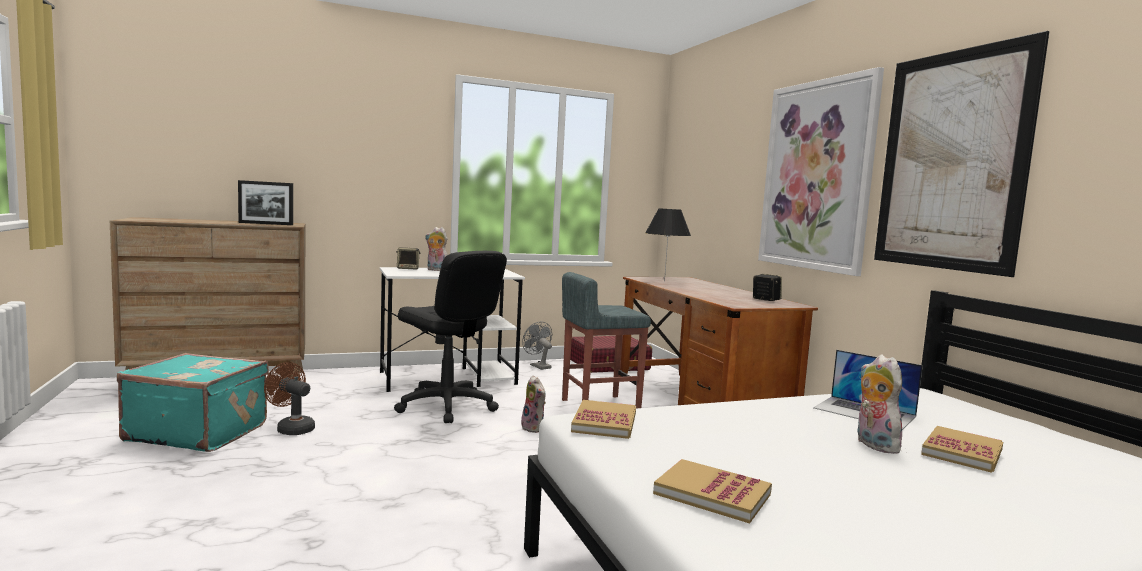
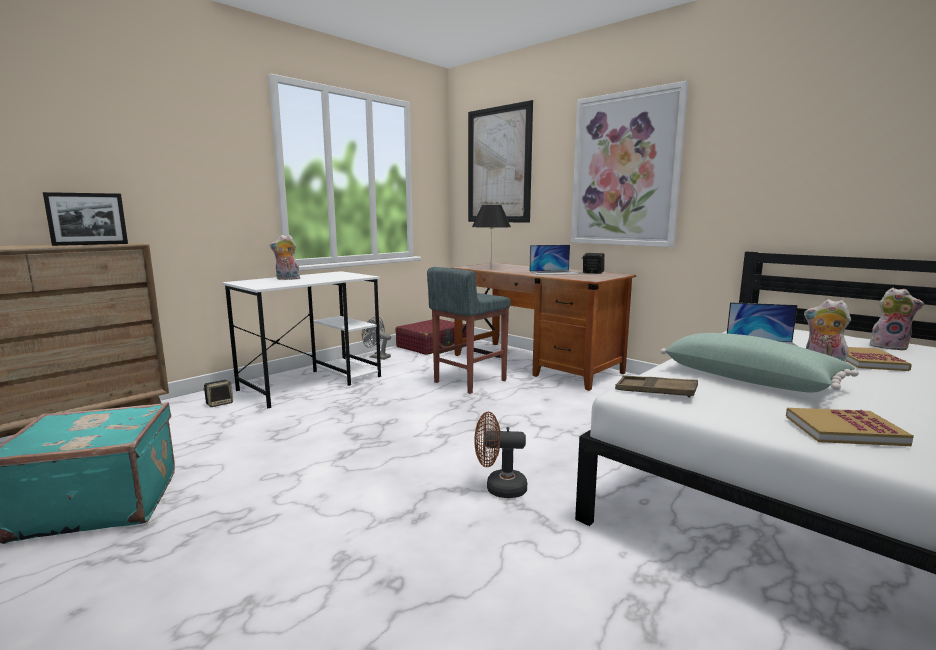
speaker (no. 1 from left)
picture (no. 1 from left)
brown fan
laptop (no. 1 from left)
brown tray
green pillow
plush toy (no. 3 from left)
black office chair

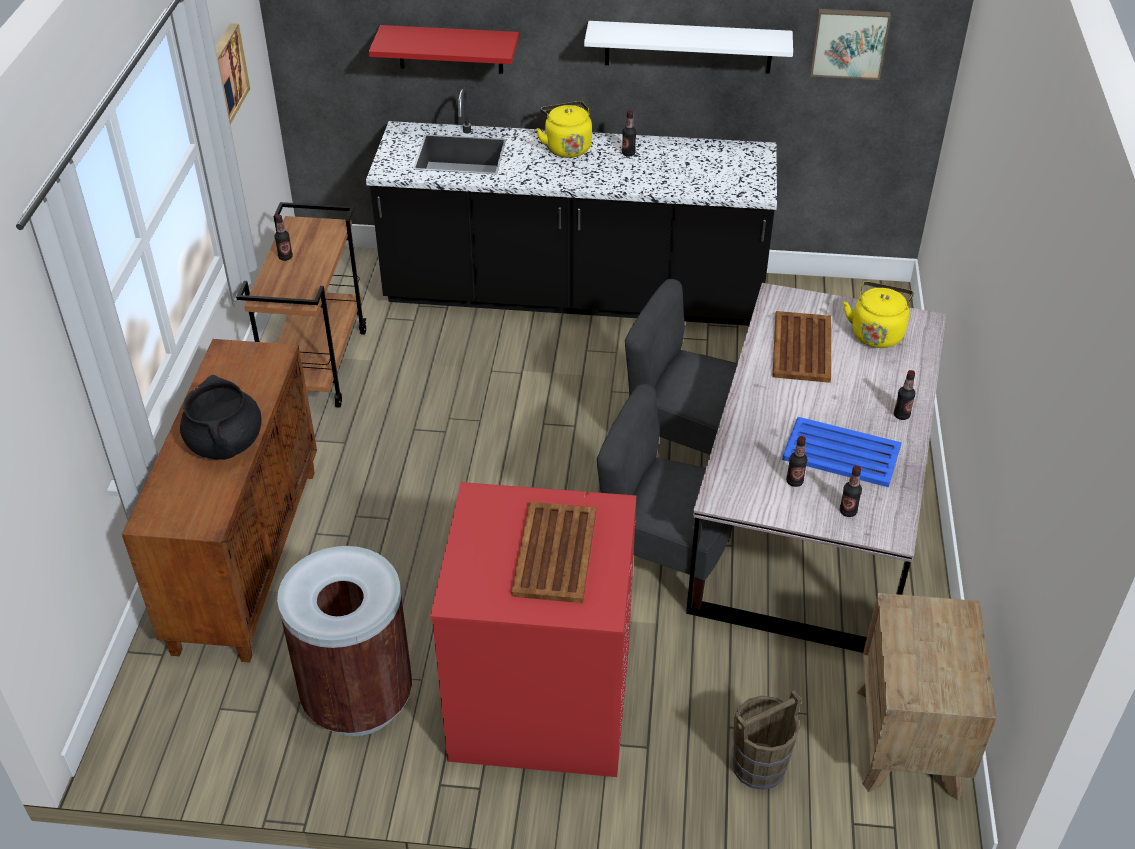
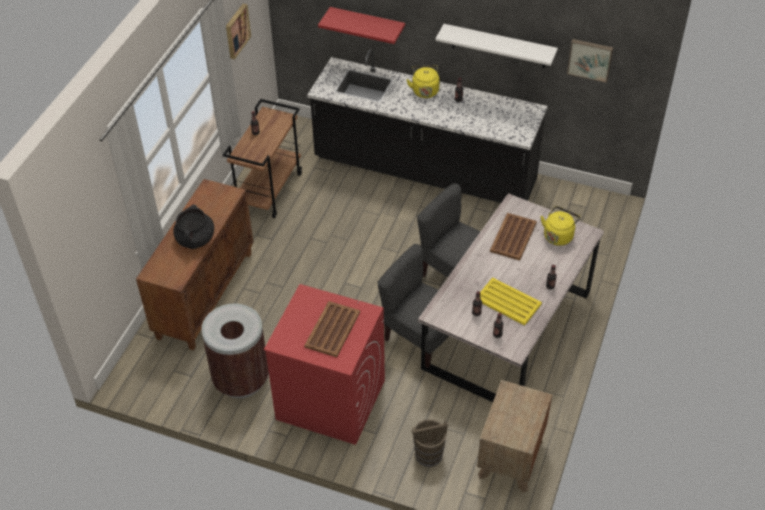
yellow tray

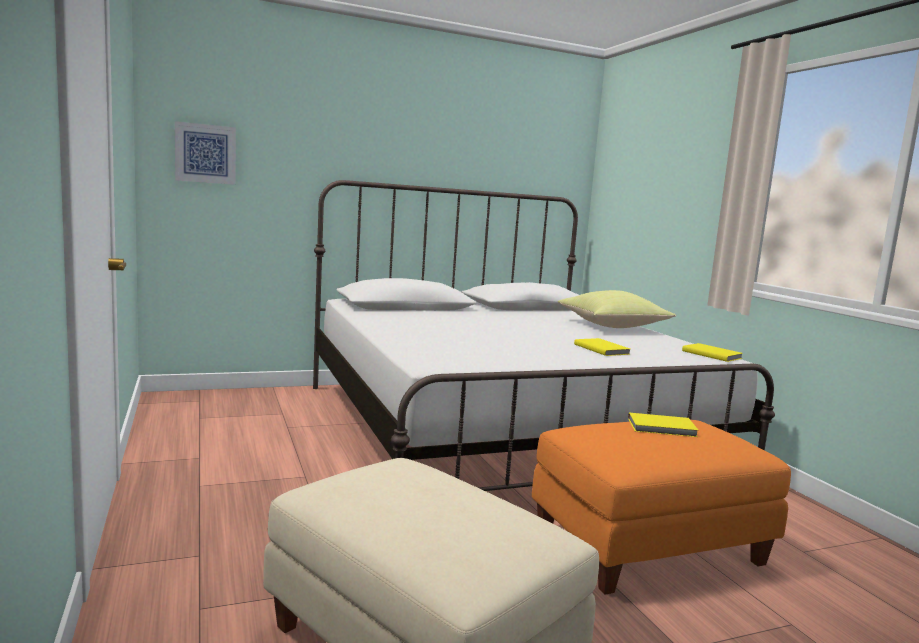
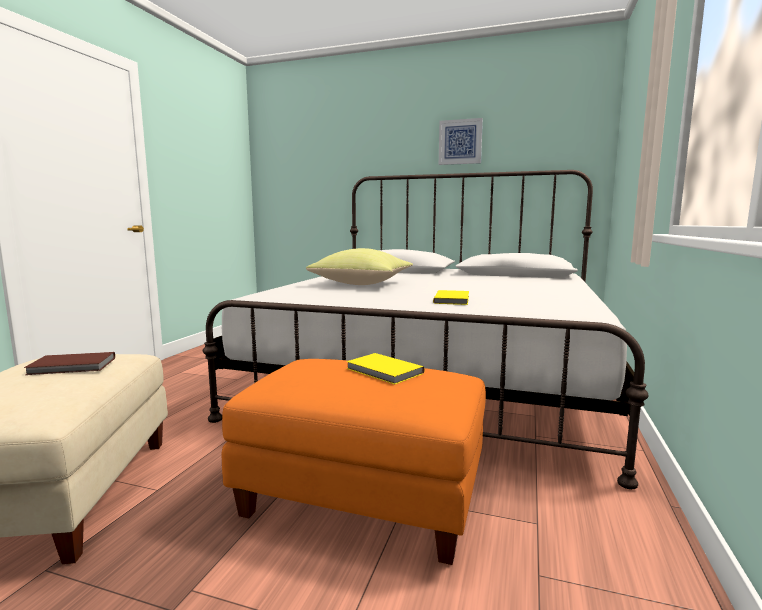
brown book
yellow pillow
picture
yellow book (no. 3 from left in the first image)

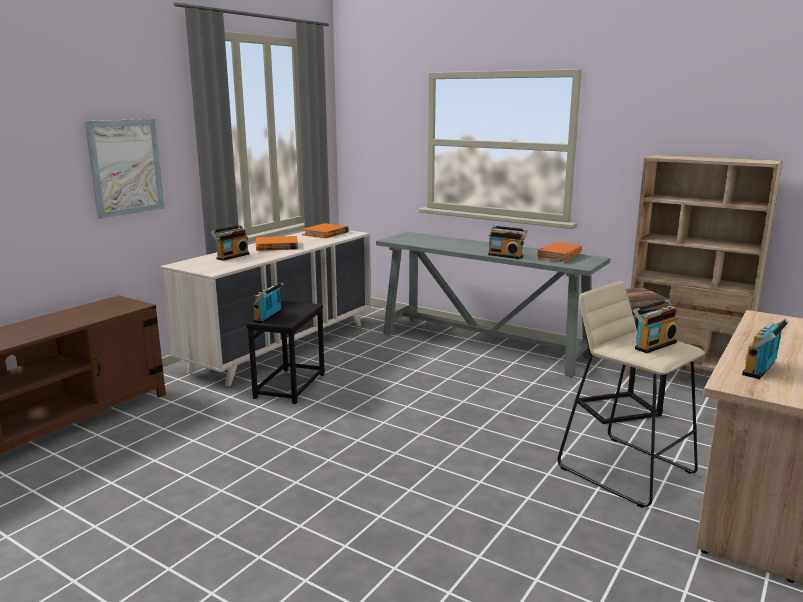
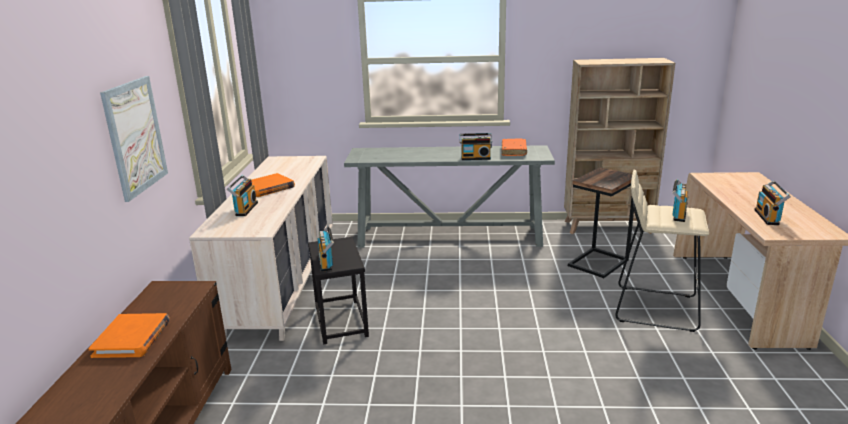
orange book (no. 1 from left)

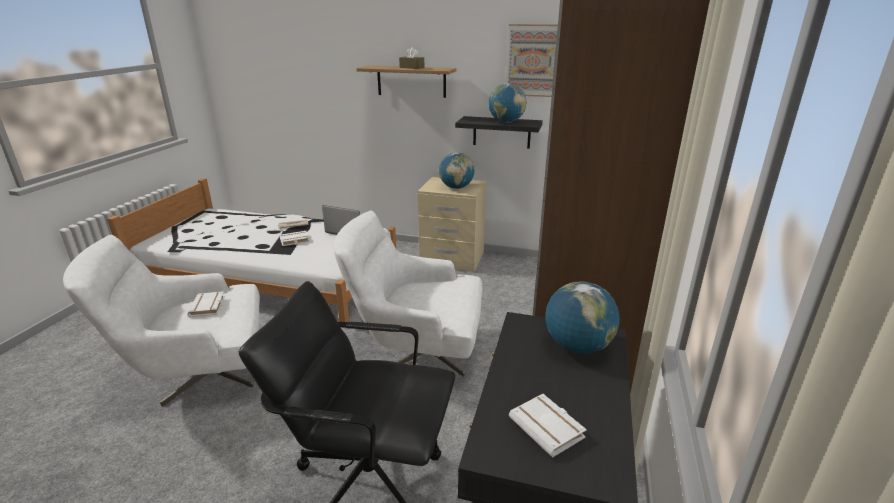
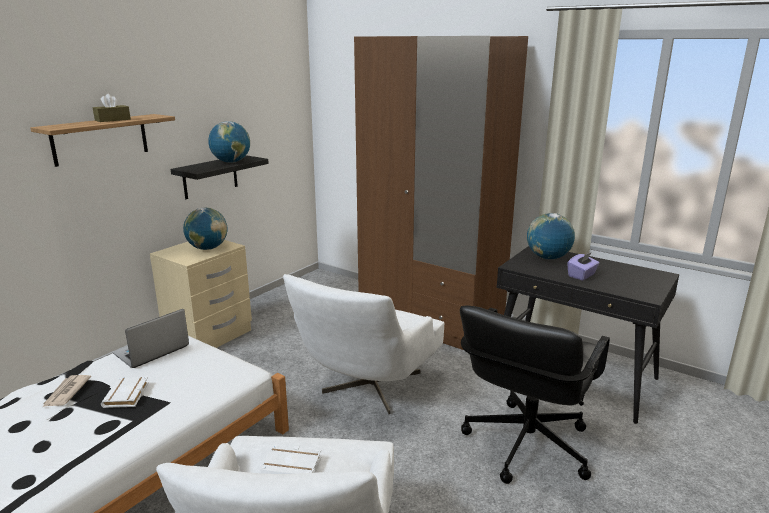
purple tissue box
picture
white book (no. 3 from left in the first image)

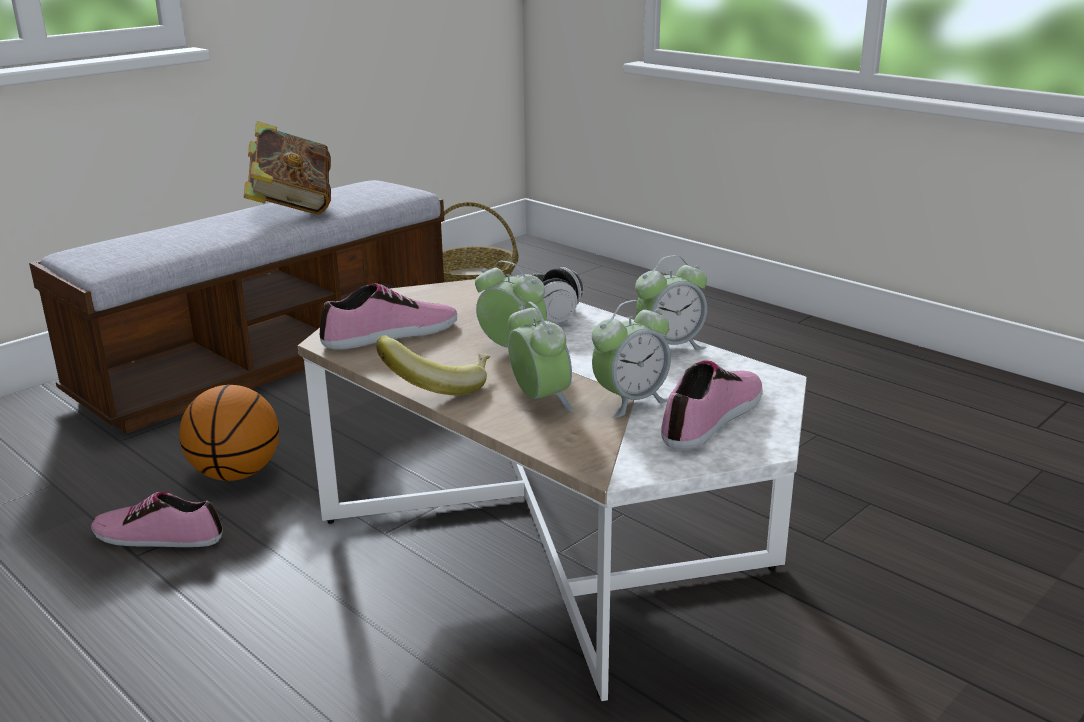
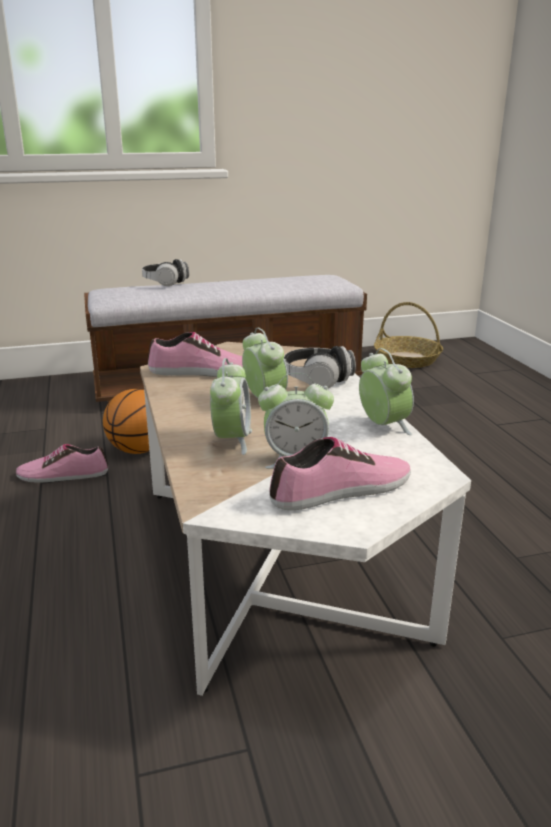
shoe (no. 1 from left)
headphones (no. 1 from left)
alarm clock (no. 4 from left)
book
banana

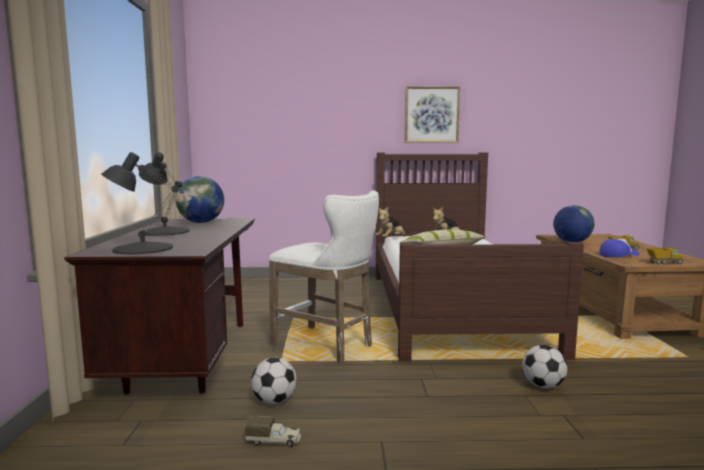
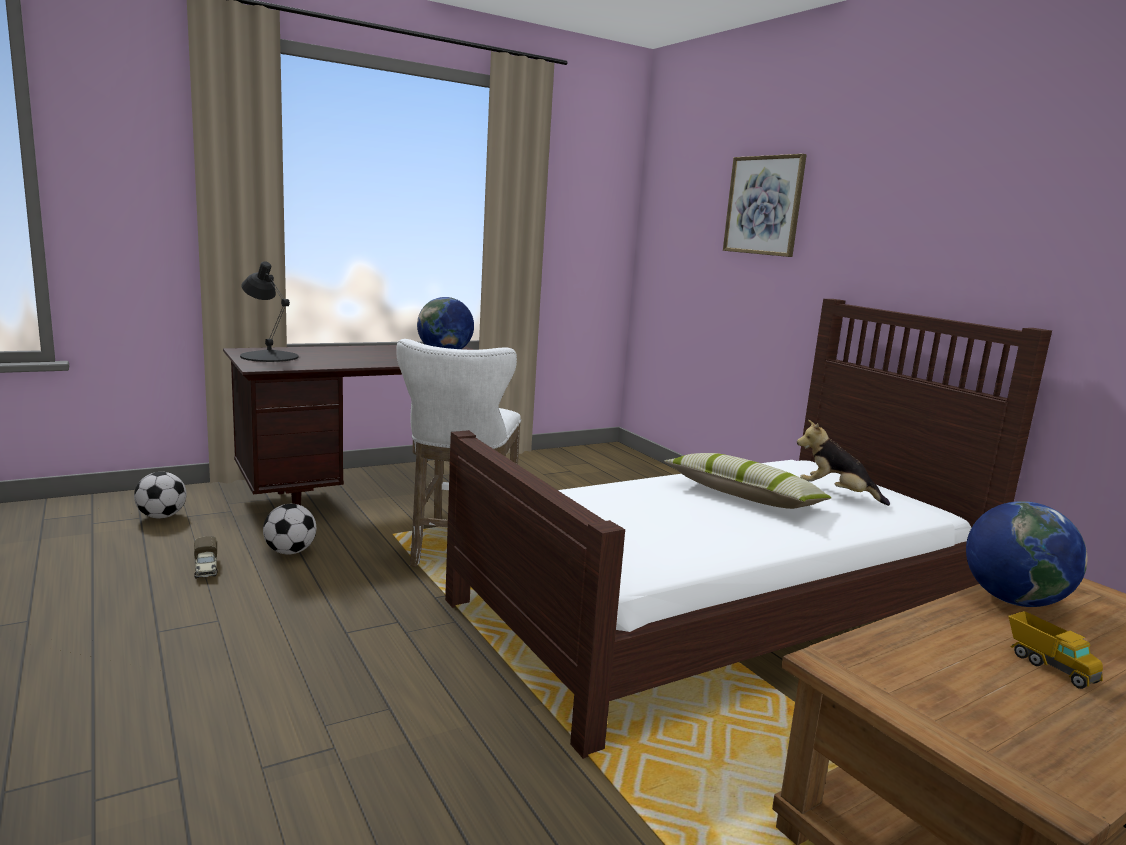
football (no. 1 from left)
picture
black table lamp (no. 2 from left in the first image)
plush toy (no. 1 from left in the first image)
cap
toy truck (no. 3 from left in the first image)

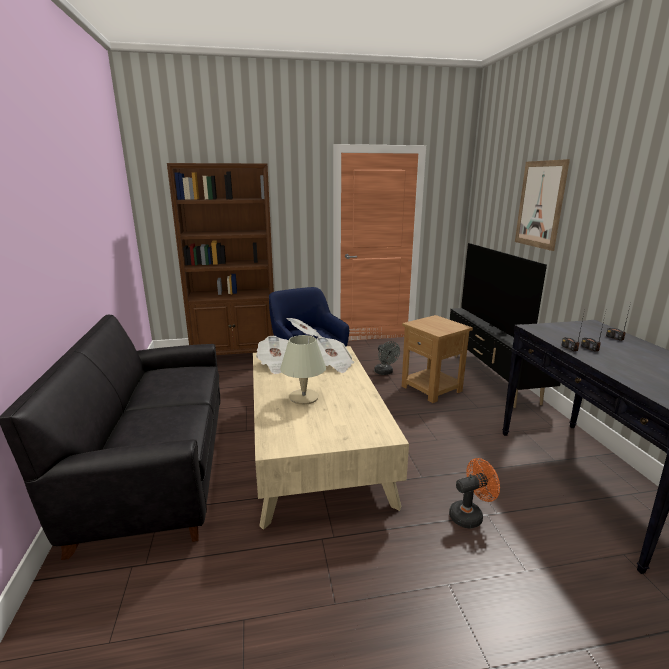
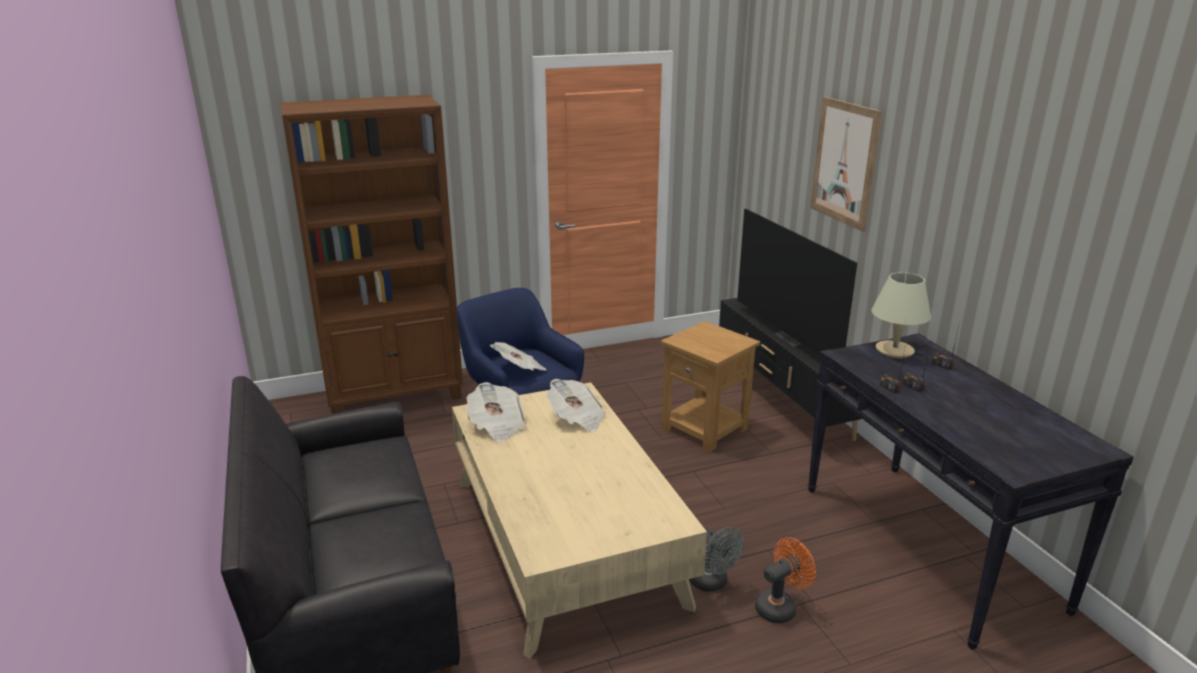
grey fan
beige table lamp

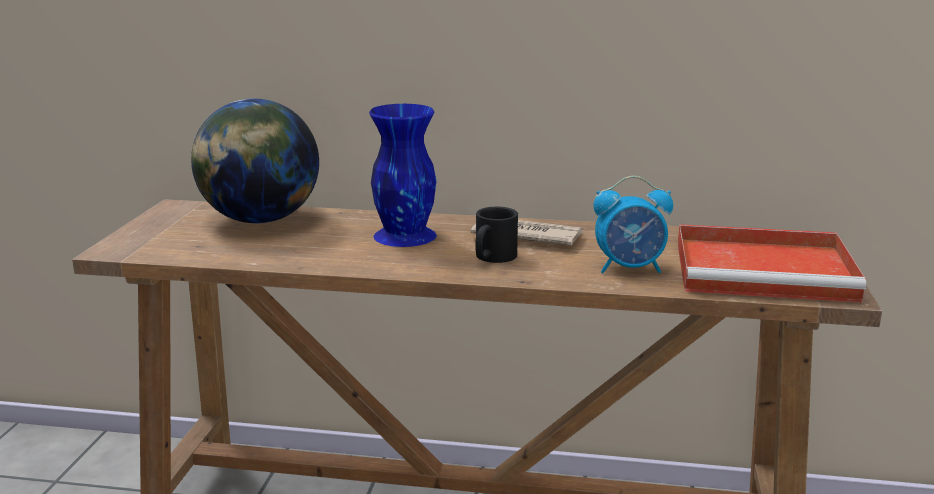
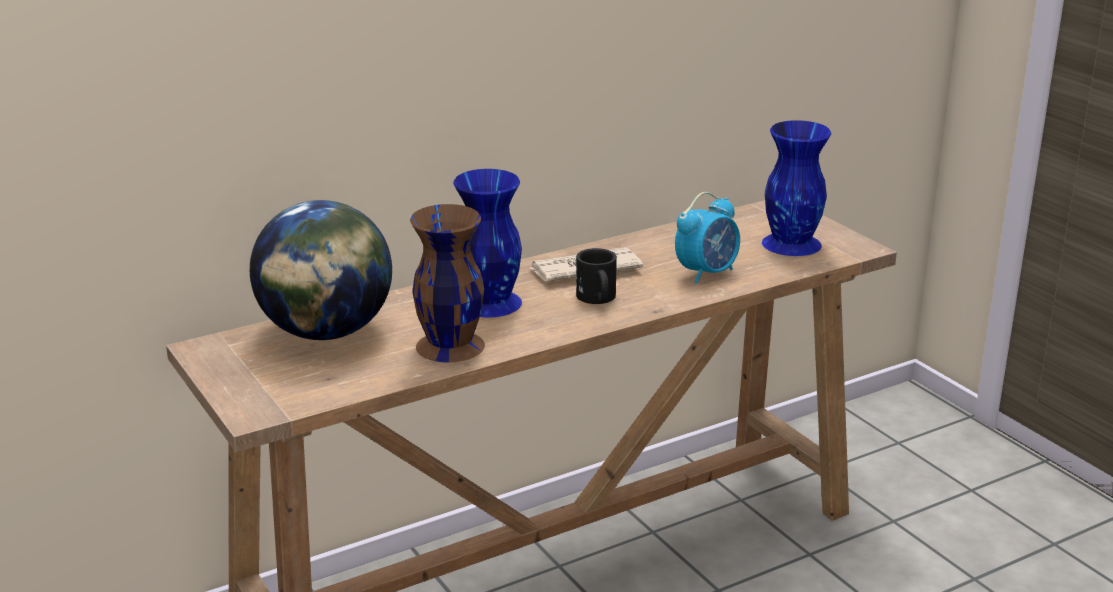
brown vase
blue vase (no. 2 from left)

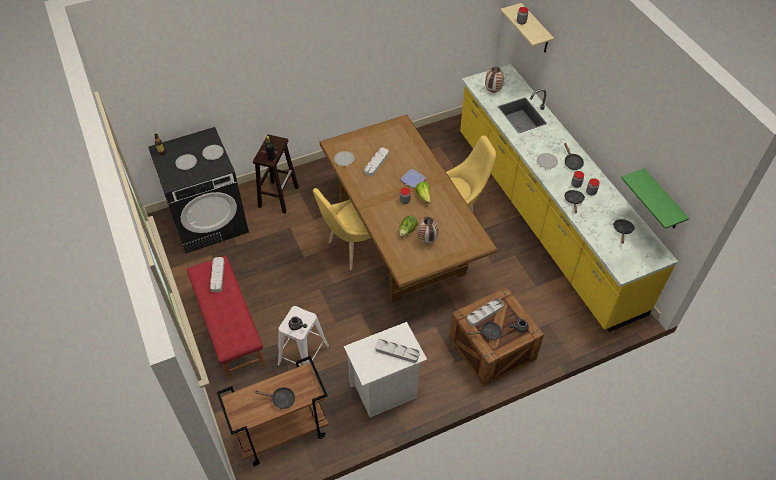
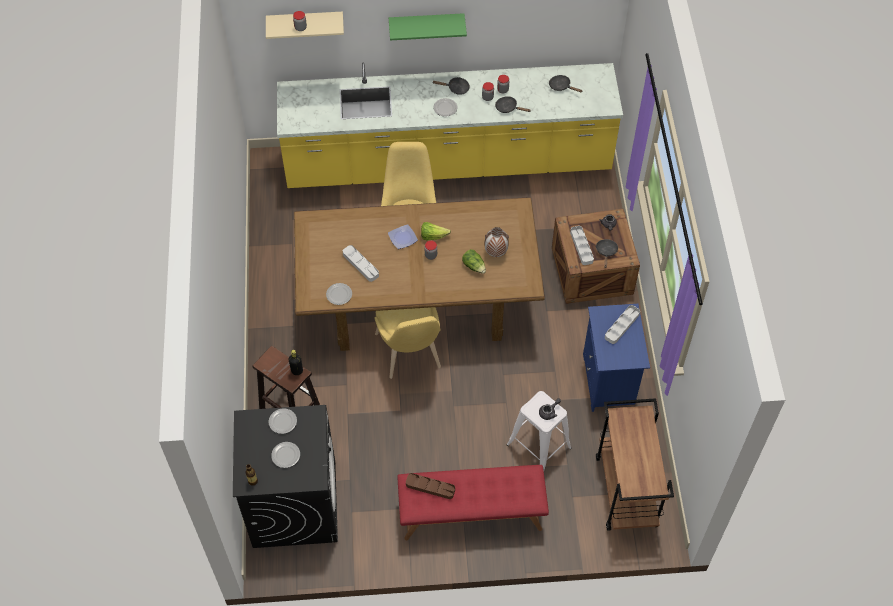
green shelf
brown tray
blue nightstand
black frying pan (no. 1 from left in the first image)
vase (no. 2 from left in the first image)

